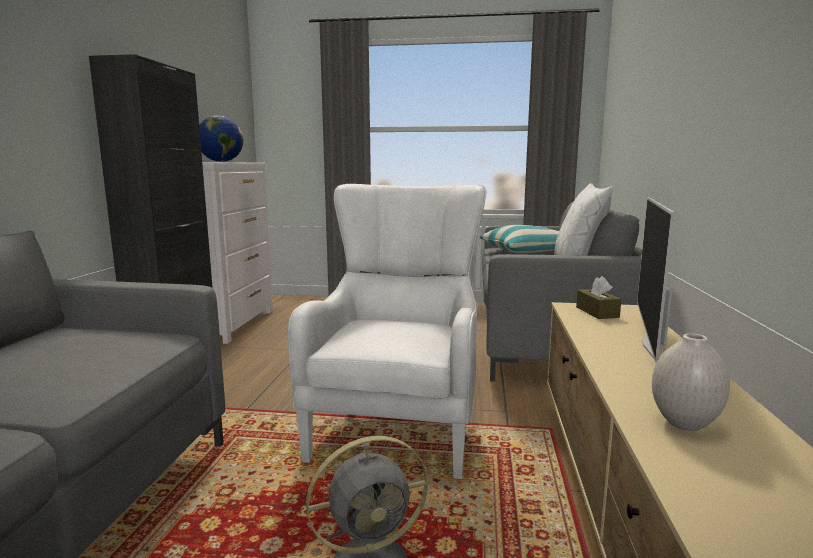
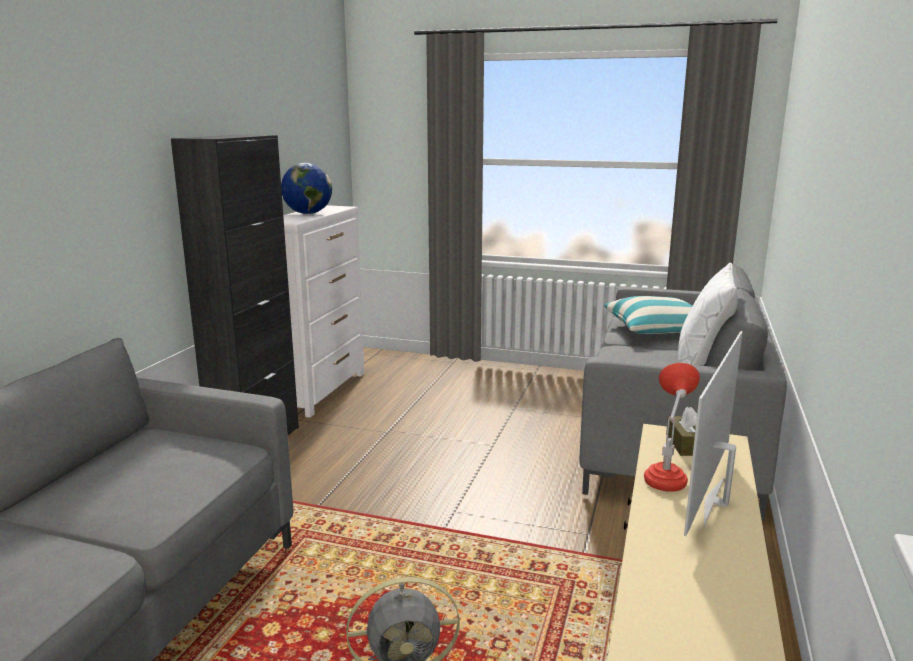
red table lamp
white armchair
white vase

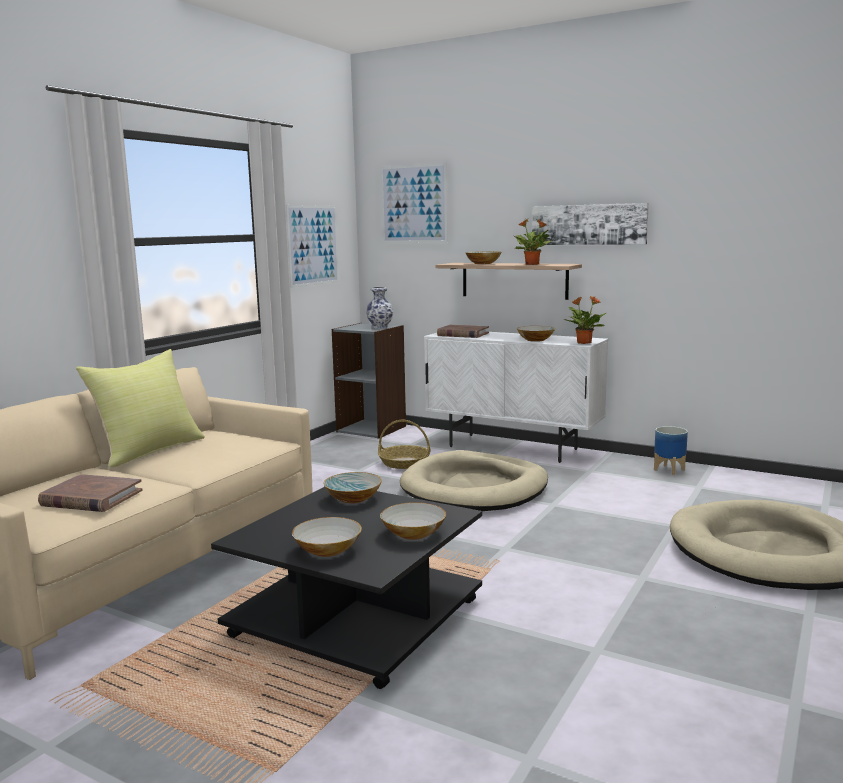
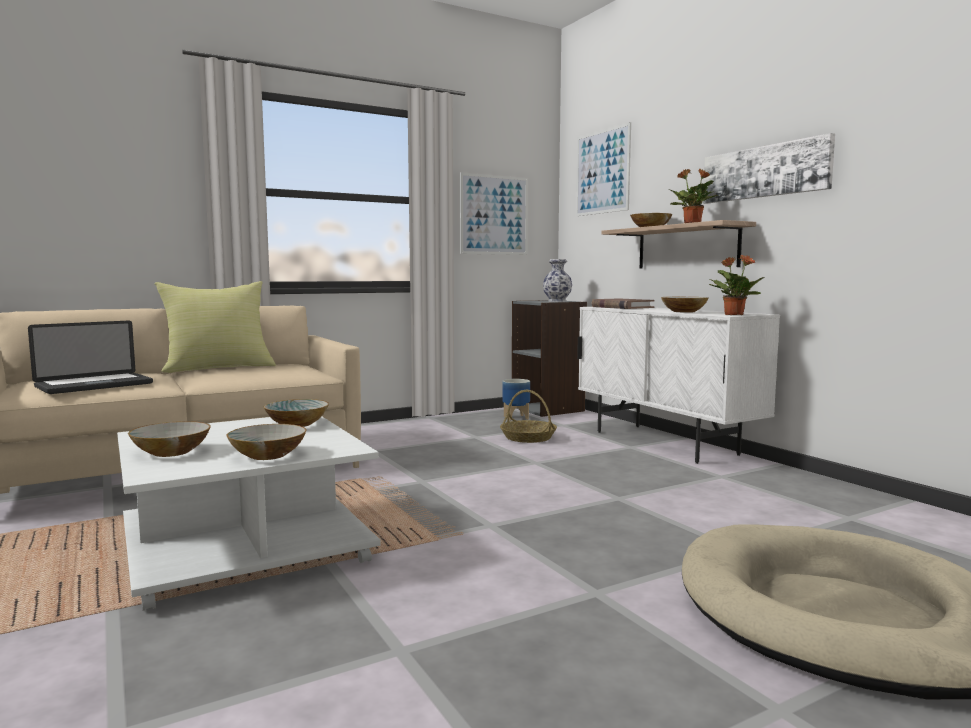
laptop
white coffee table
planter
beige dog bed (no. 1 from left in the first image)

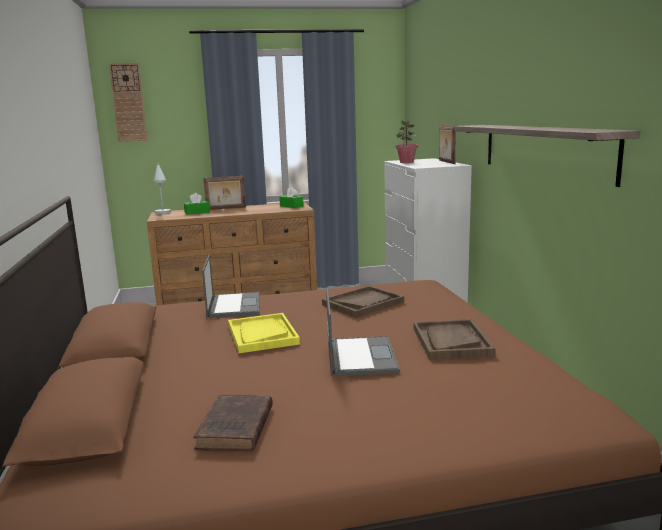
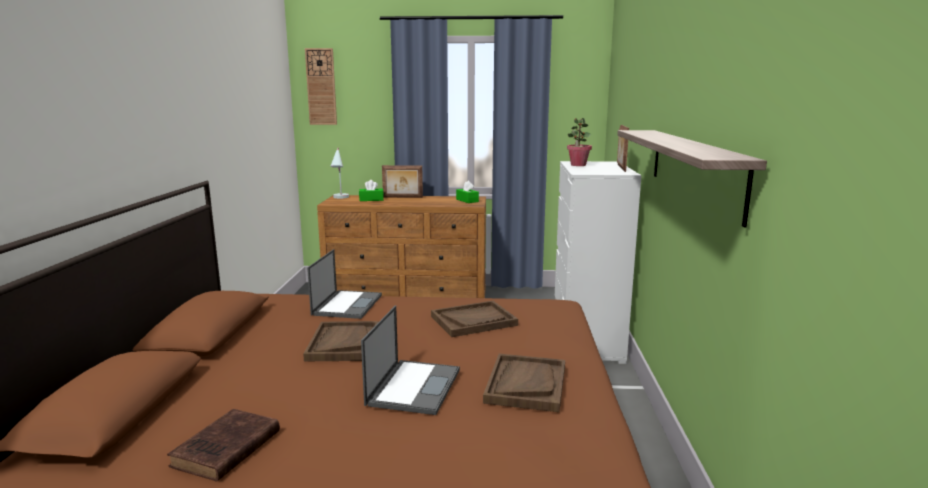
brown tray (no. 1 from left)

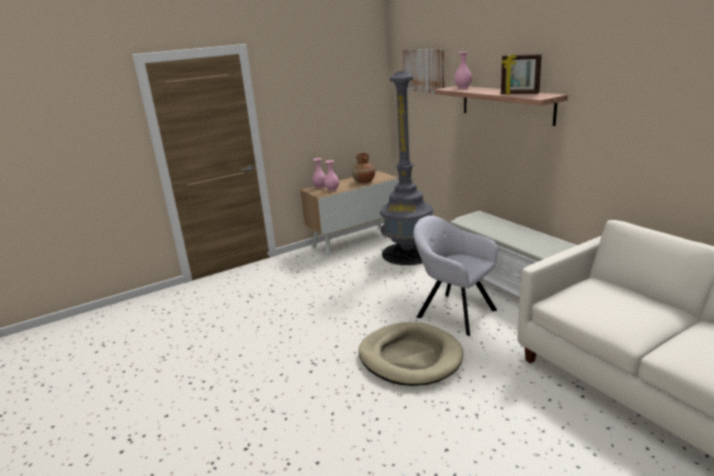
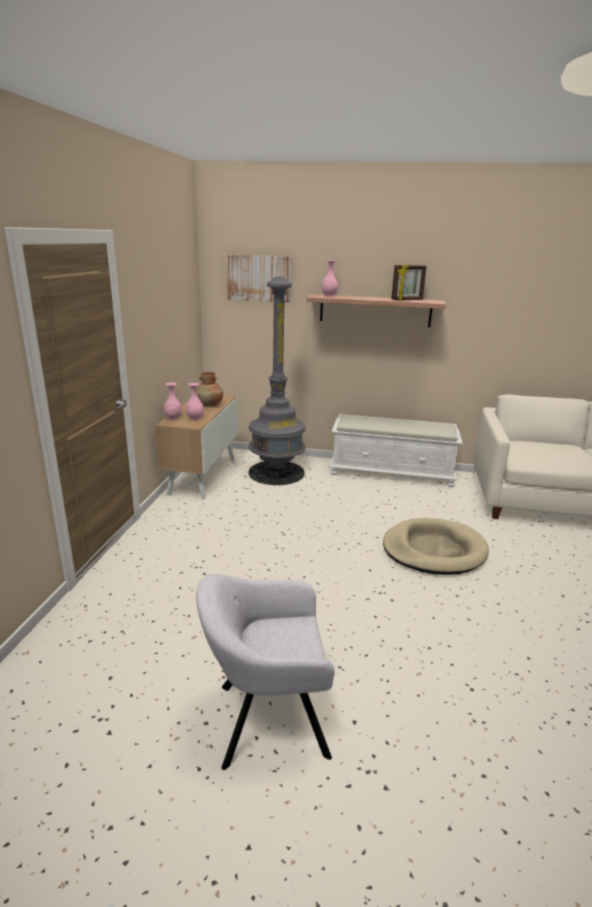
grey armchair

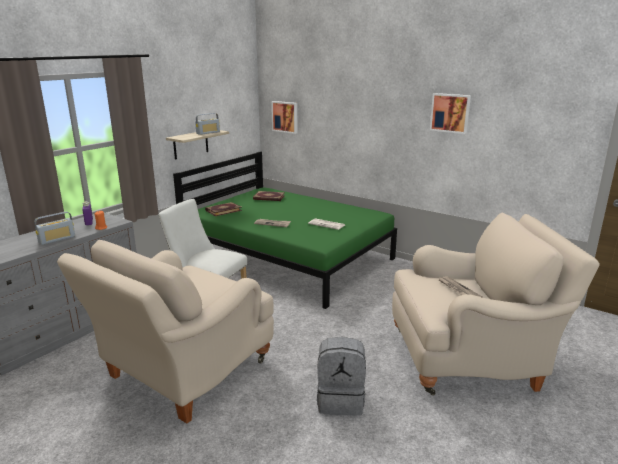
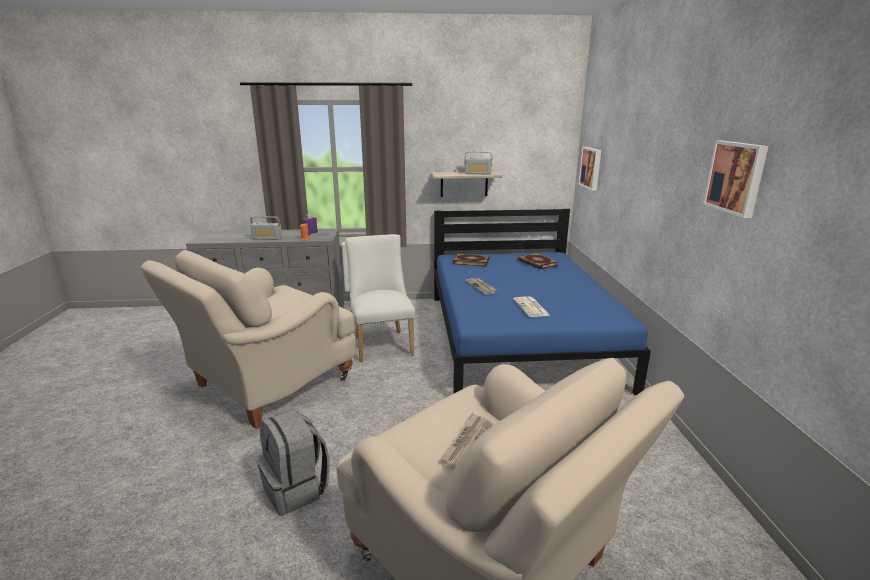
beige armchair (no. 1 from left)
blue bed

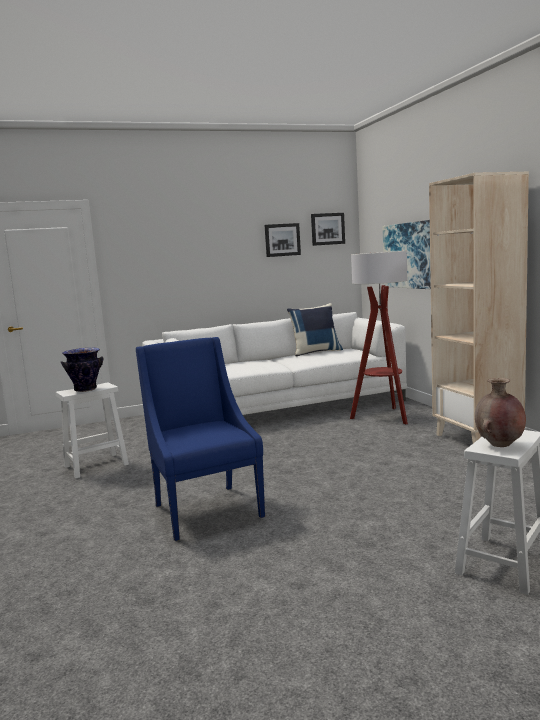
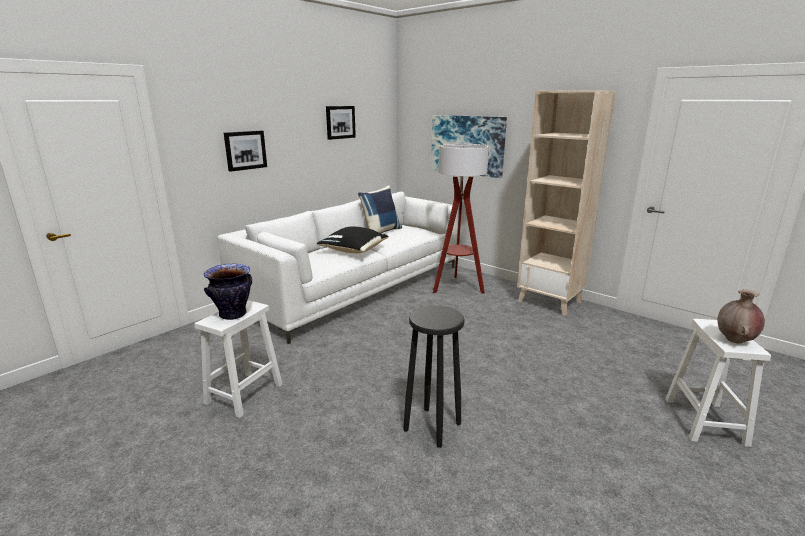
picture (no. 1 from left)
black pillow
black stool

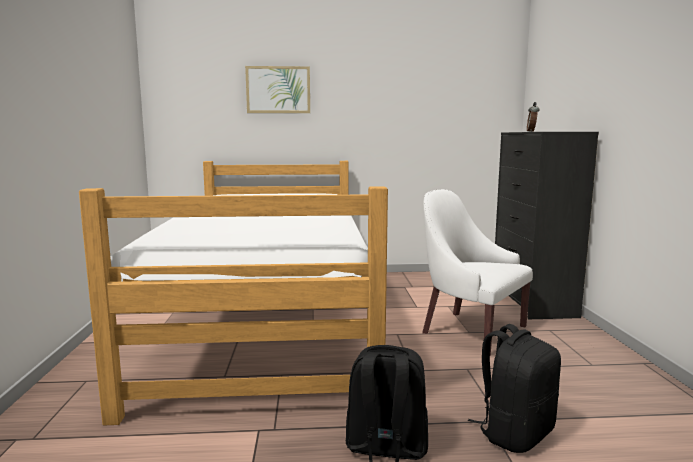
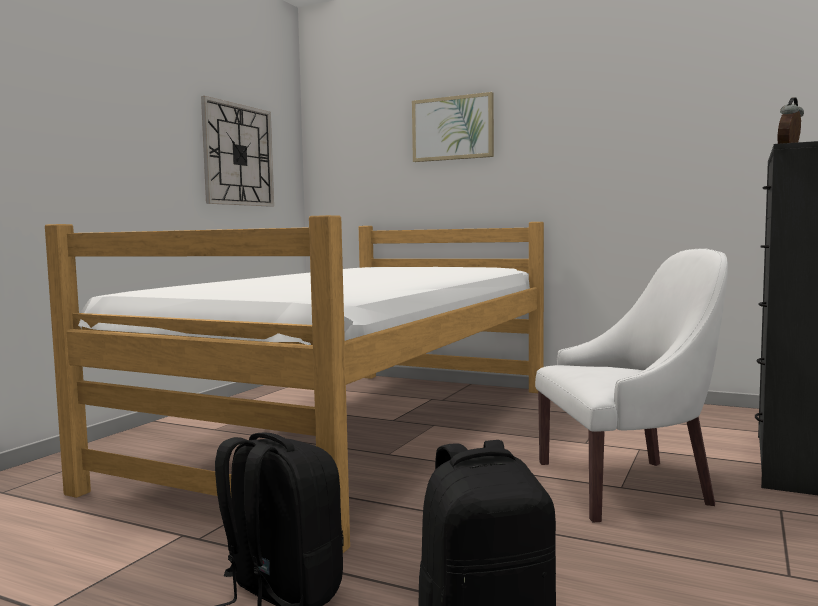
wall clock
white armchair

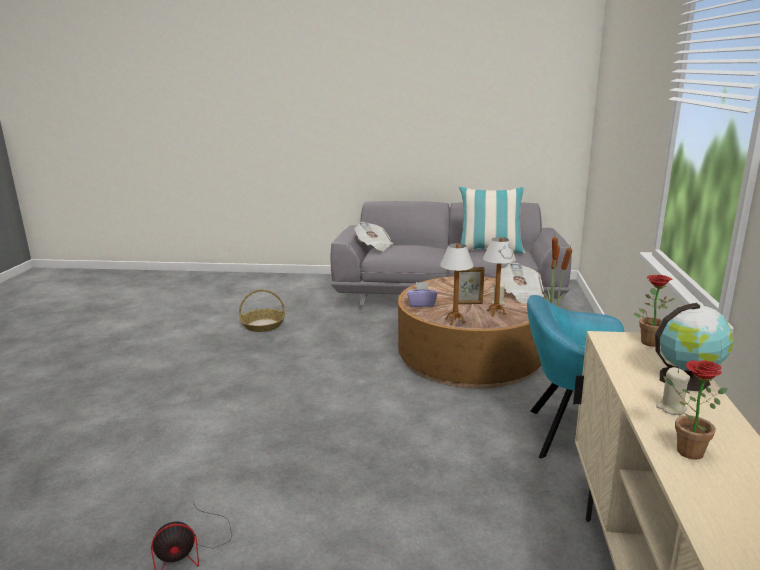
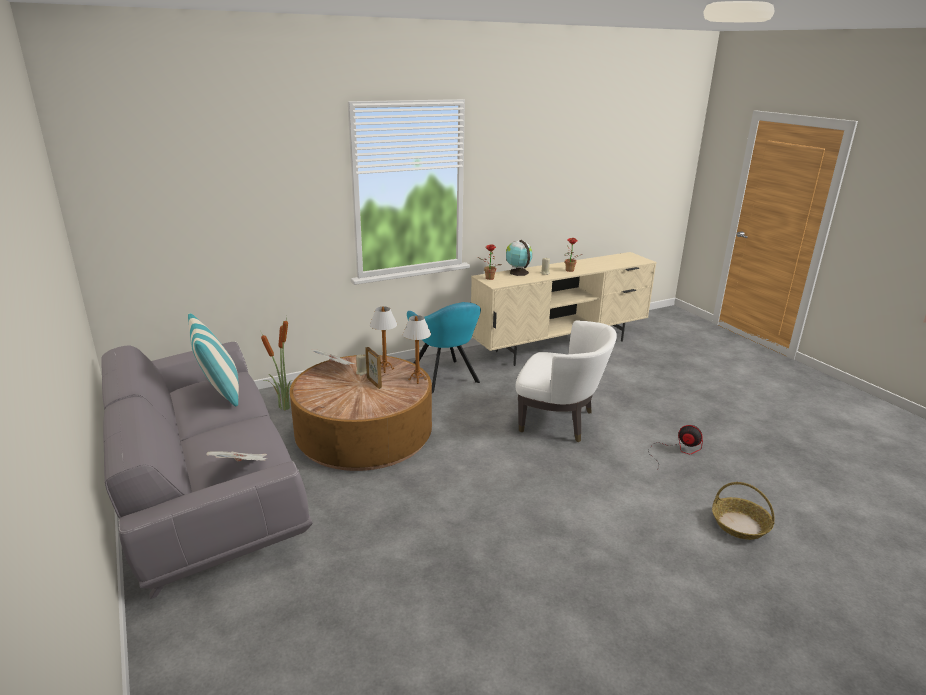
white armchair
basket
purple tissue box

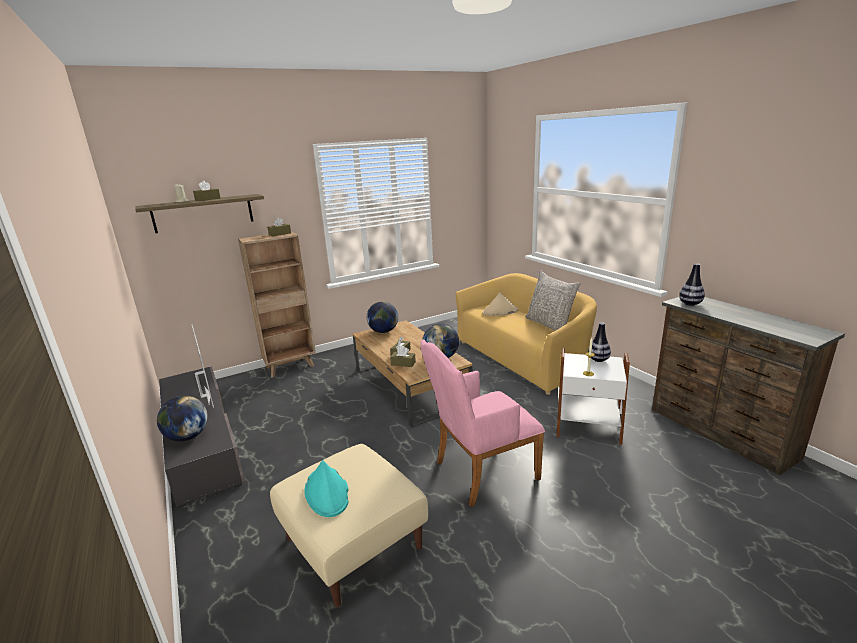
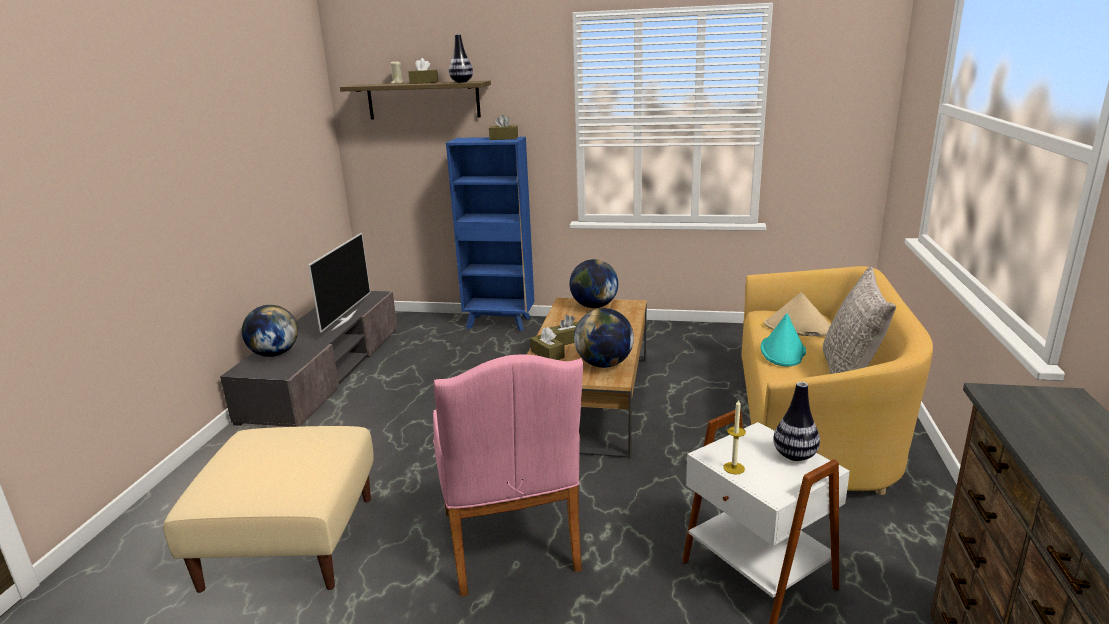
pink armchair
blue bookcase
vase (no. 1 from left)
turquoise hat

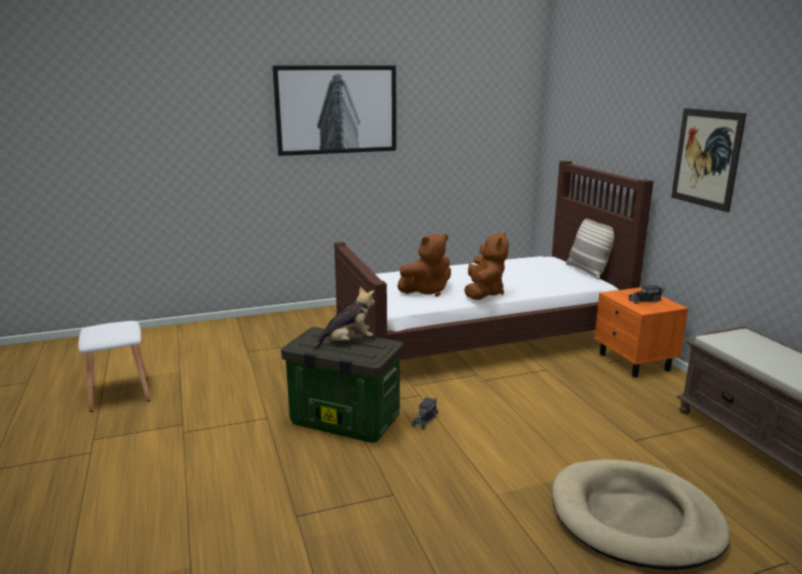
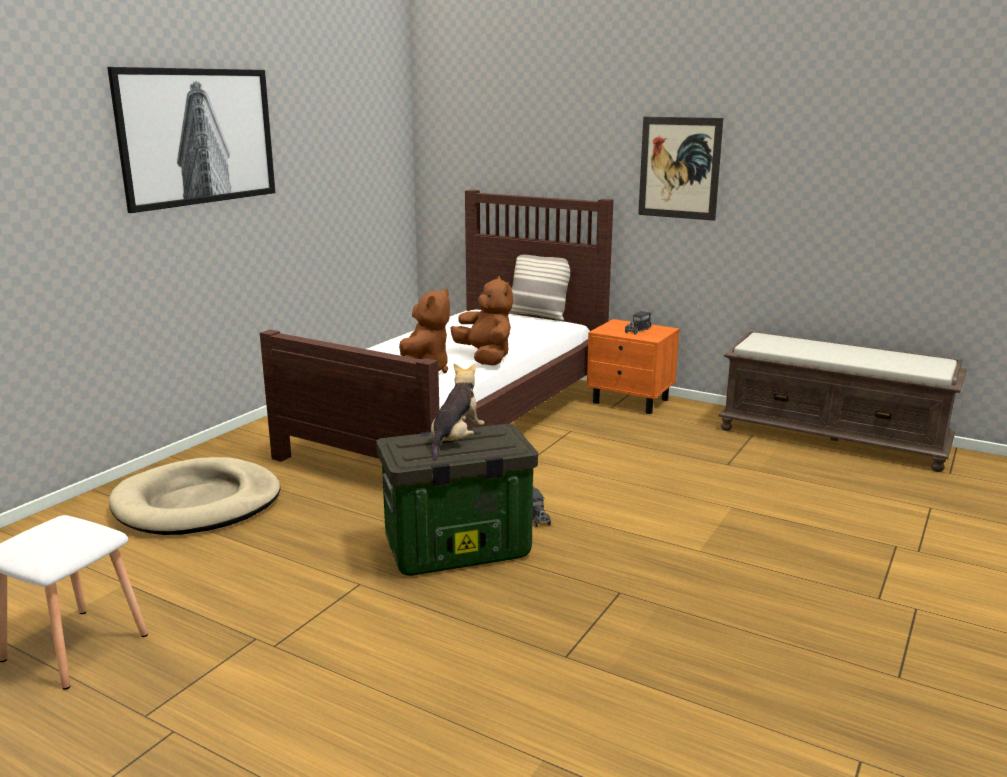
beige dog bed

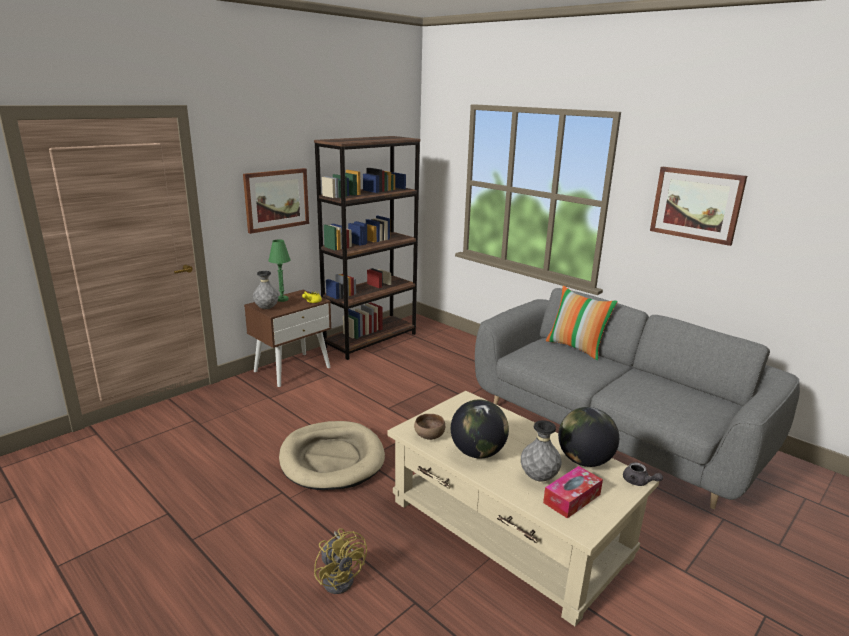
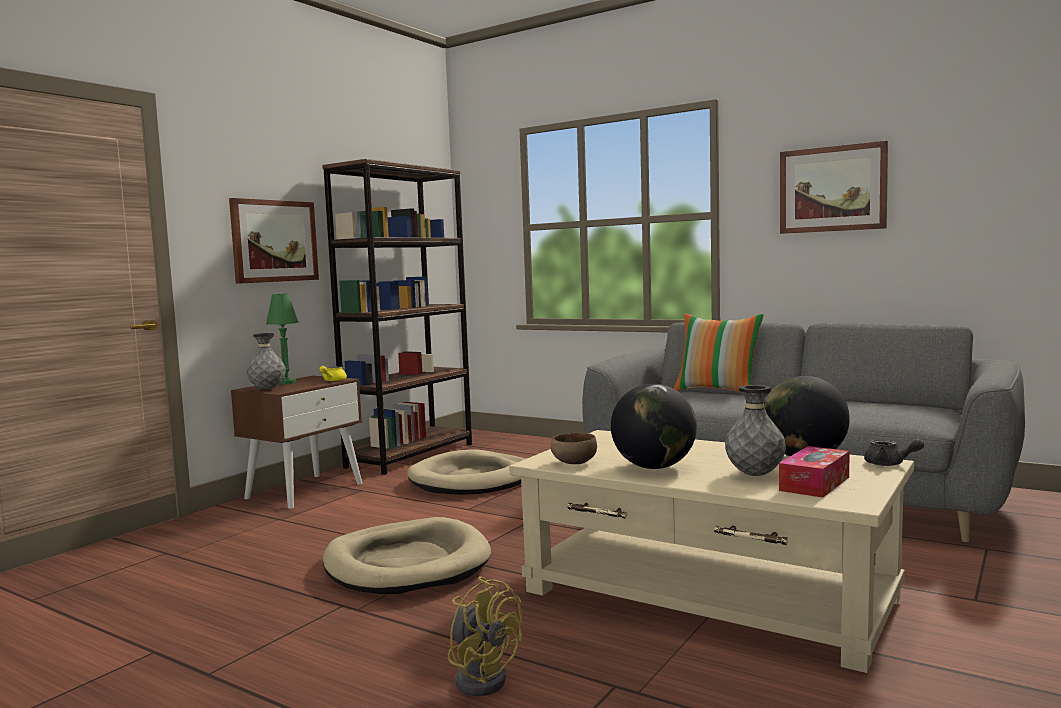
beige dog bed (no. 2 from left)

